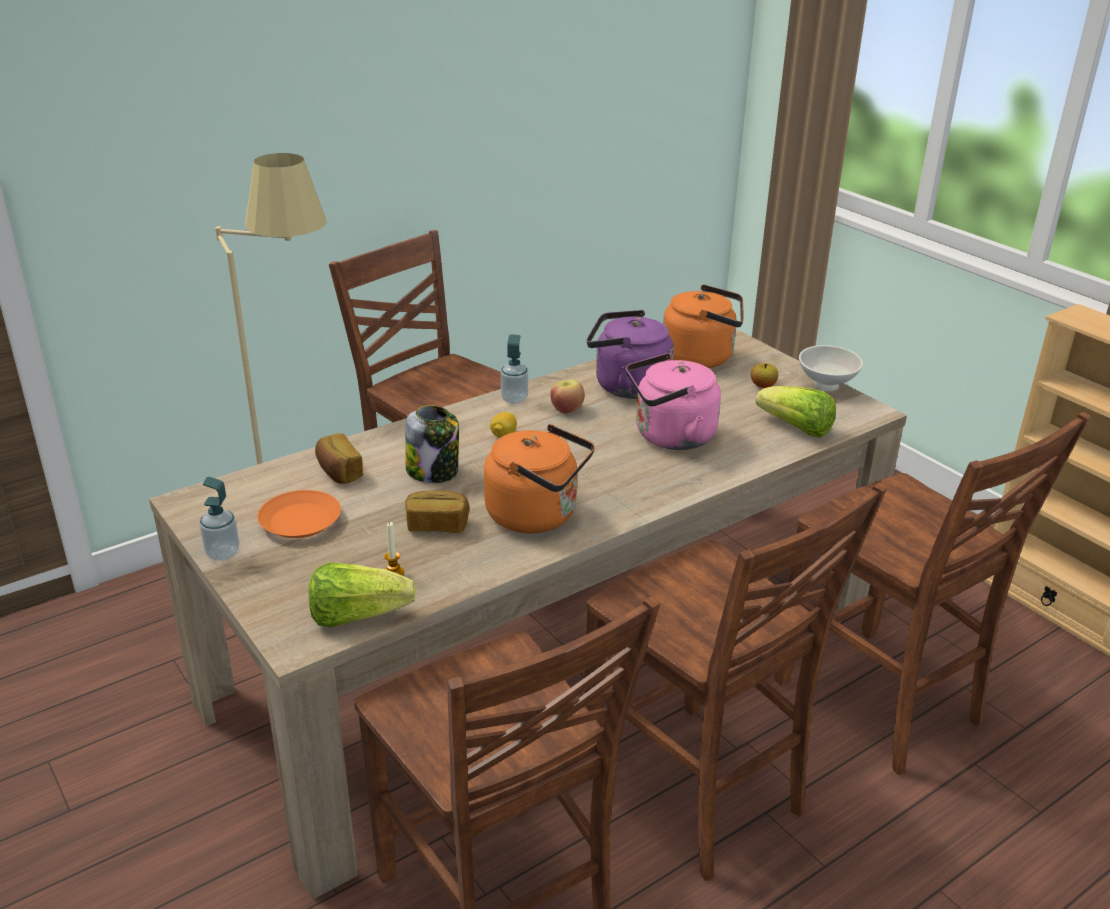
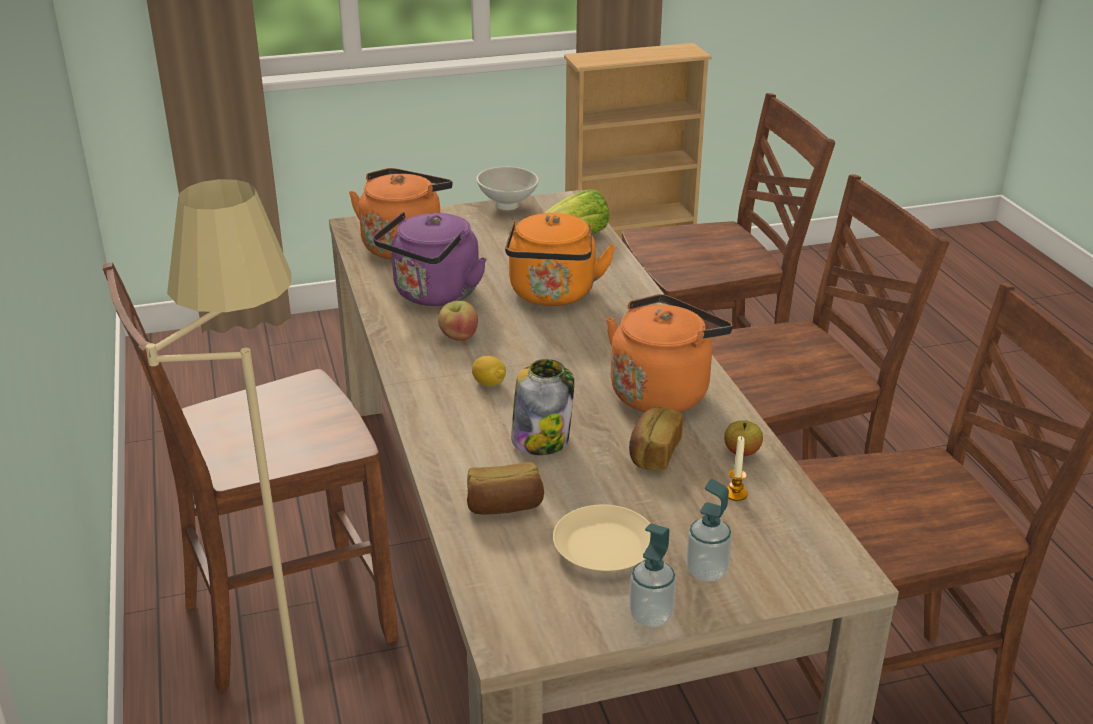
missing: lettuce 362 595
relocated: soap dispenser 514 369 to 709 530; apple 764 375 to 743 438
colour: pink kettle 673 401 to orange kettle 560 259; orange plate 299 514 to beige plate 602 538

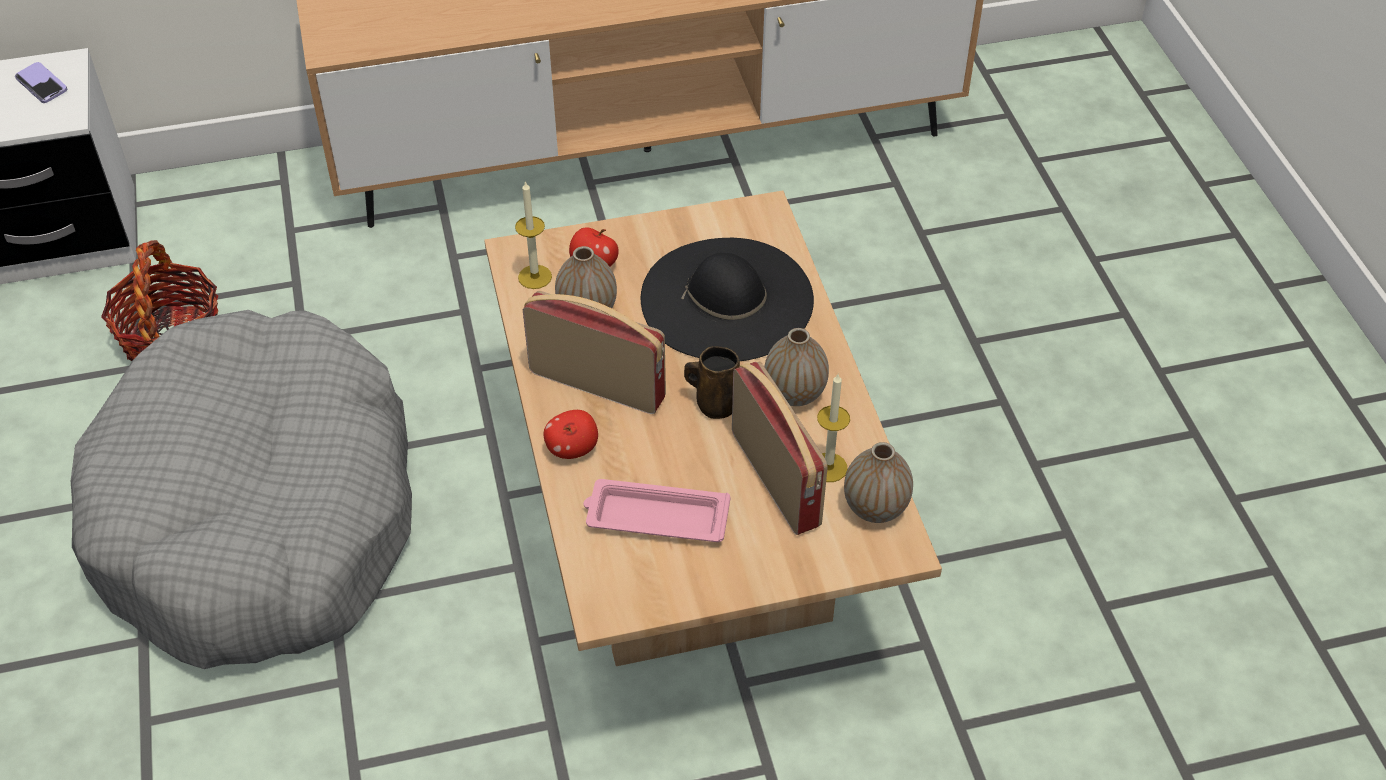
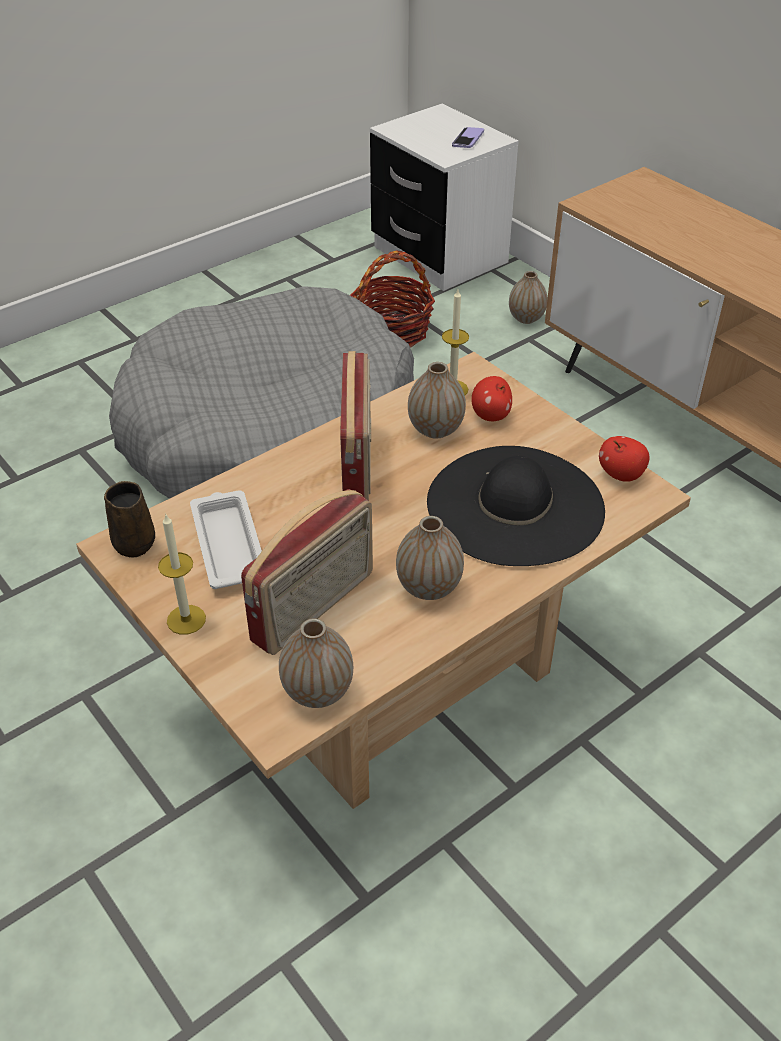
appeared: vase 528 297
relocated: brown mug 712 382 to 129 519; candle 833 428 to 182 575; apple 570 434 to 624 459
colour: pink tray 656 510 to white tray 226 539

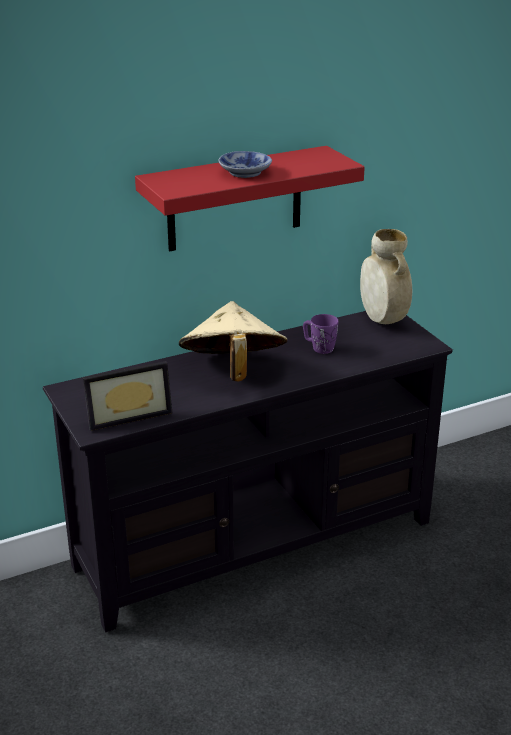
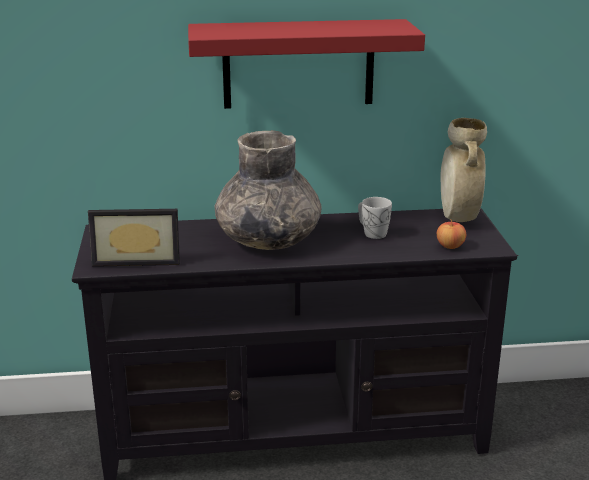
missing: bowl 245 164
appeared: apple 451 234
exchanged: beige hat 233 341 to grey vase 267 190
colour: purple mug 321 334 to white mug 375 218

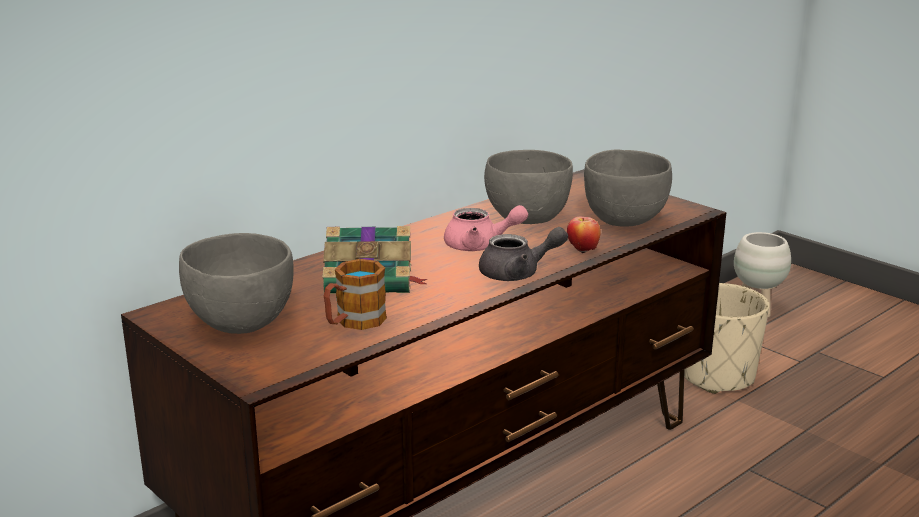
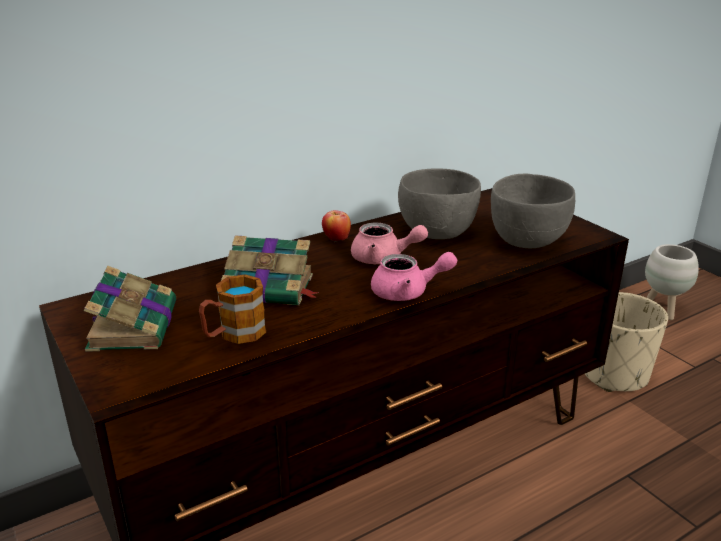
relocated: apple 584 234 to 336 226
exchanged: grey bowl 236 283 to book 130 309
colour: grey teapot 523 254 to pink teapot 414 276

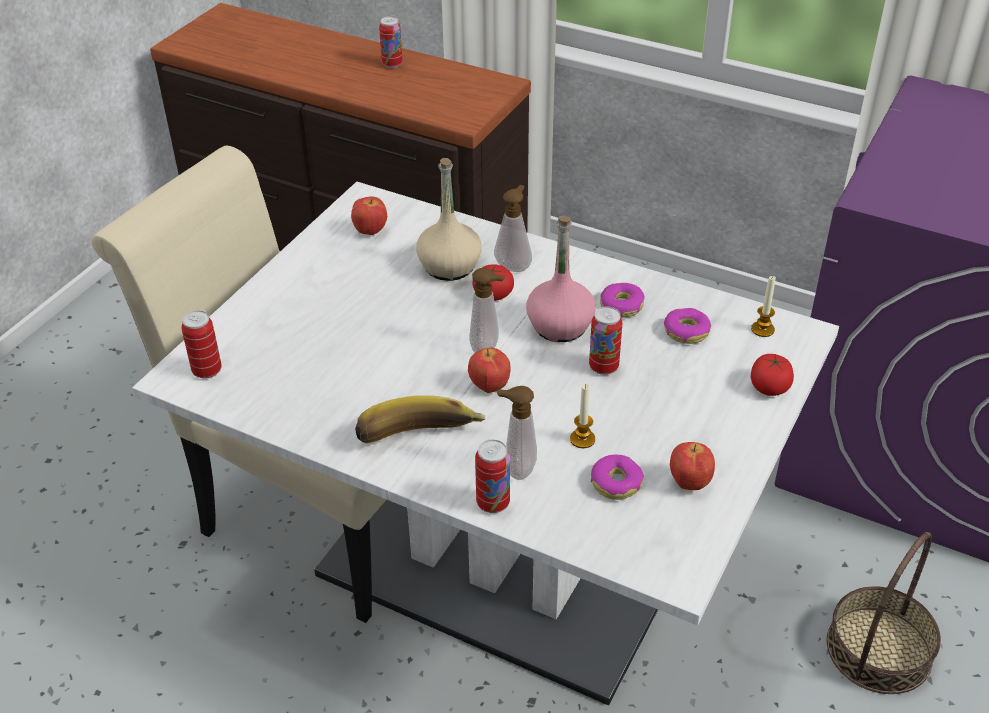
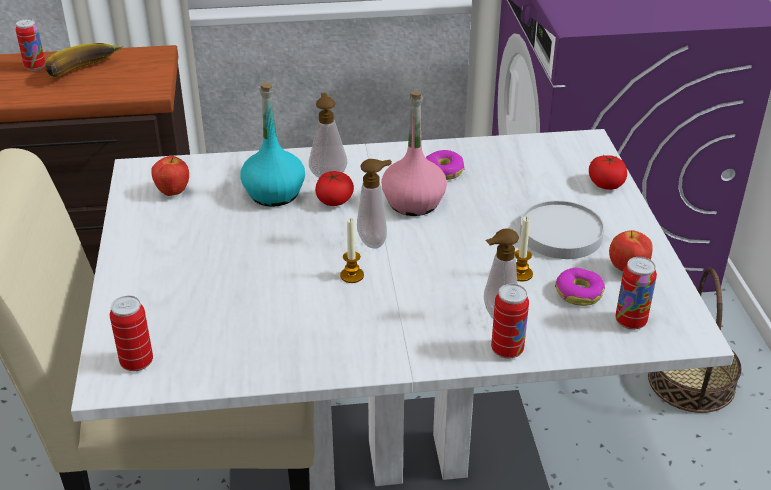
missing: donut 687 326; apple 489 370
appeared: white plate 562 230
relocated: candle 763 306 to 352 250; can 606 340 to 636 293; banana 420 419 to 83 60
colour: beige bottle 449 219 to turquoise bottle 272 144

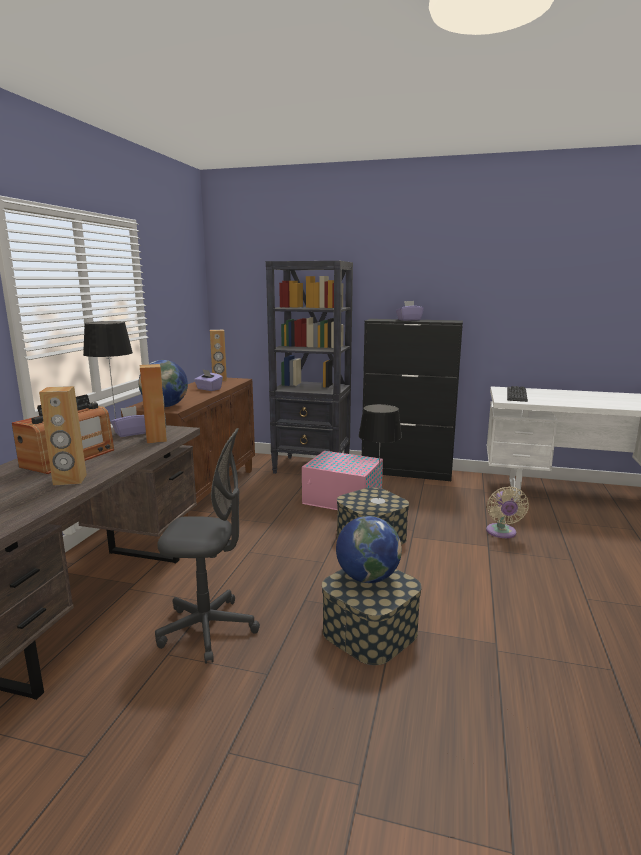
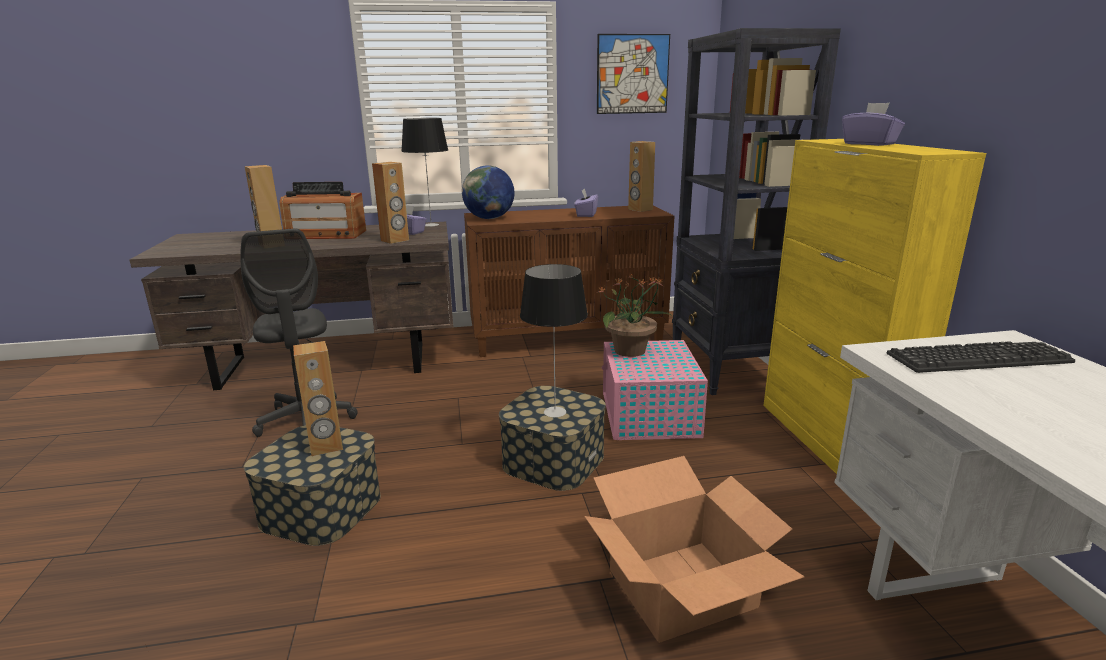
appeared: picture 633 74; potted plant 634 315
exchanged: beige fan 507 512 to cardboard box 694 549; globe 369 549 to brown speaker 318 398
colour: black cabinet 412 400 to yellow cabinet 875 306

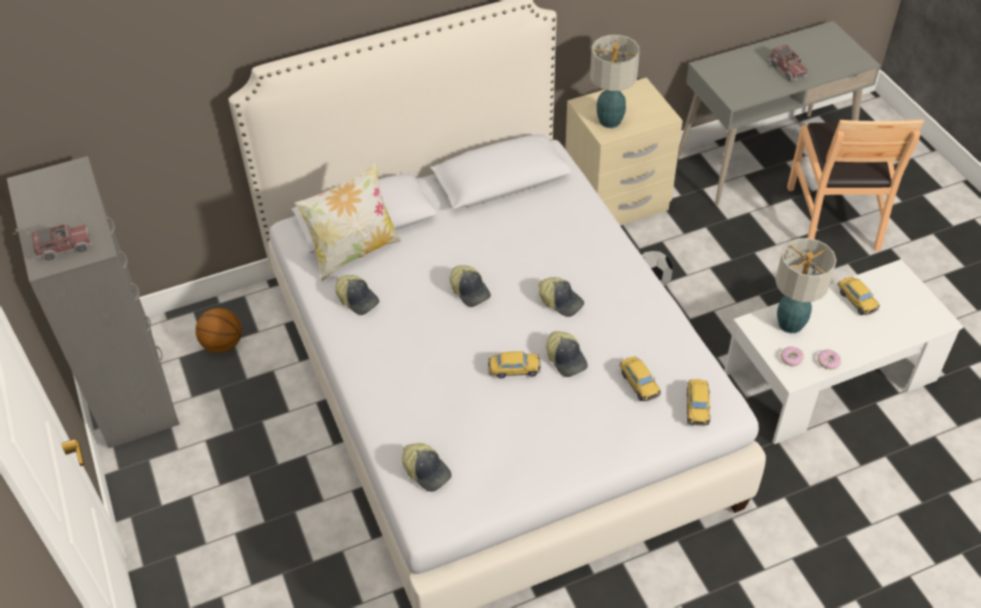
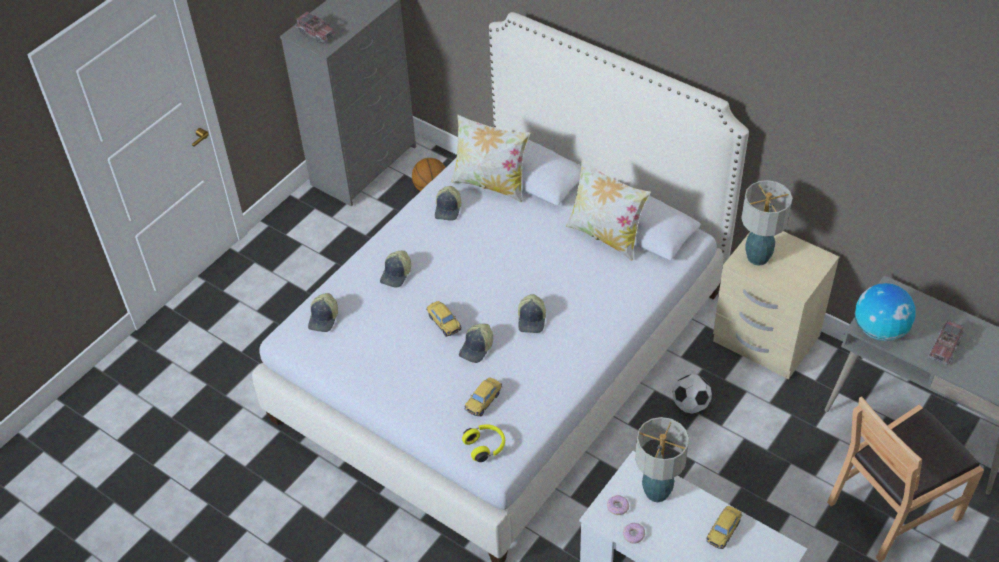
appeared: pillow 608 210; globe 885 312
relocated: cap 470 286 to 395 269
exchanged: toy car 699 402 to yellow headphones 483 443

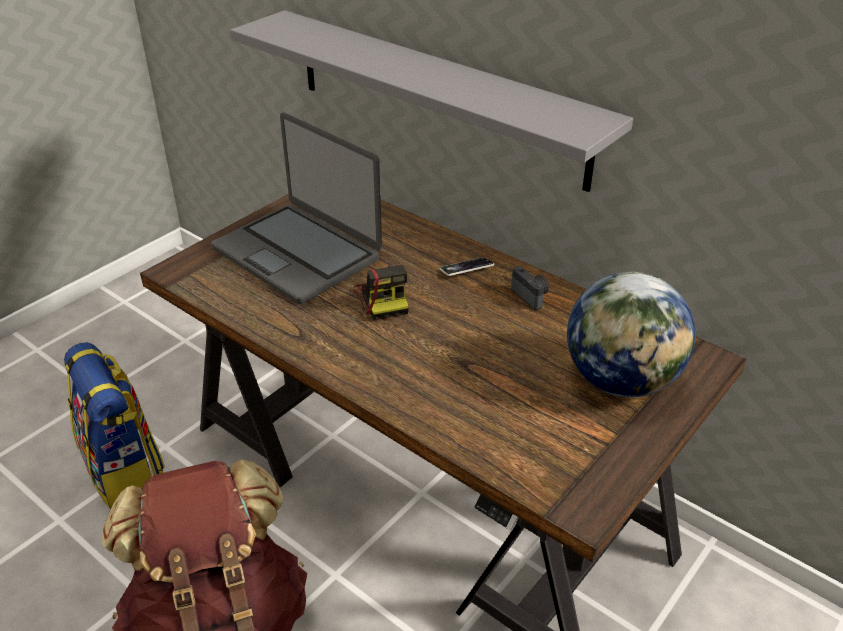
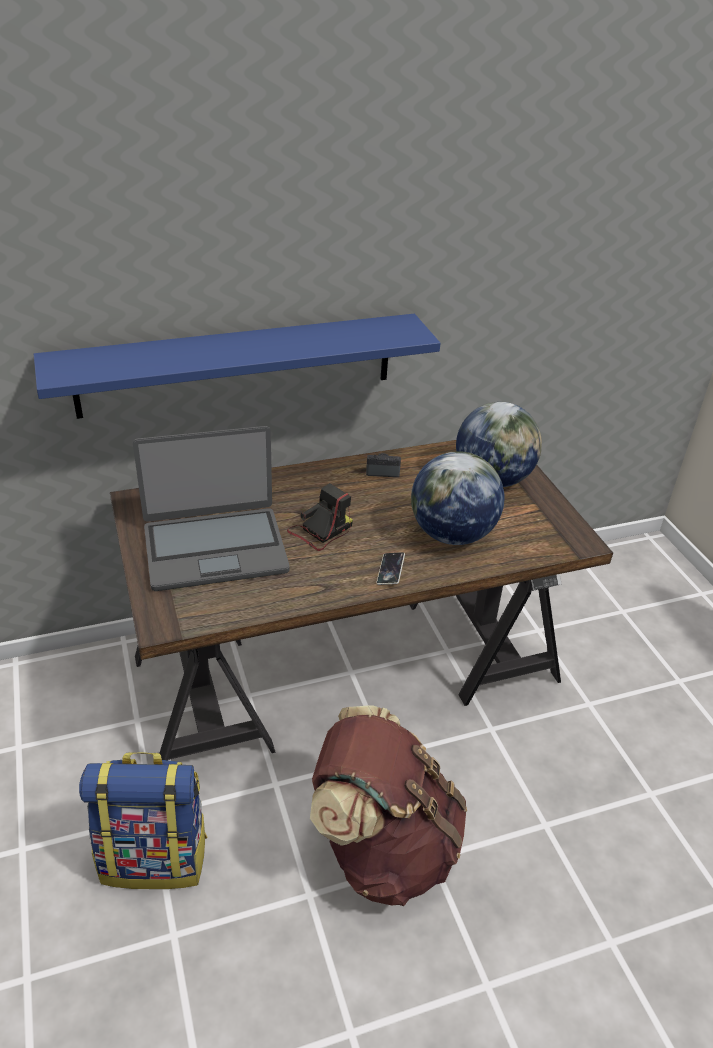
appeared: globe 458 498
relocated: phone 467 266 to 390 568
colour: grey shelf 431 101 to blue shelf 237 366
spun: photo camera 381 292 = 320 517 60 degrees counterclockwise

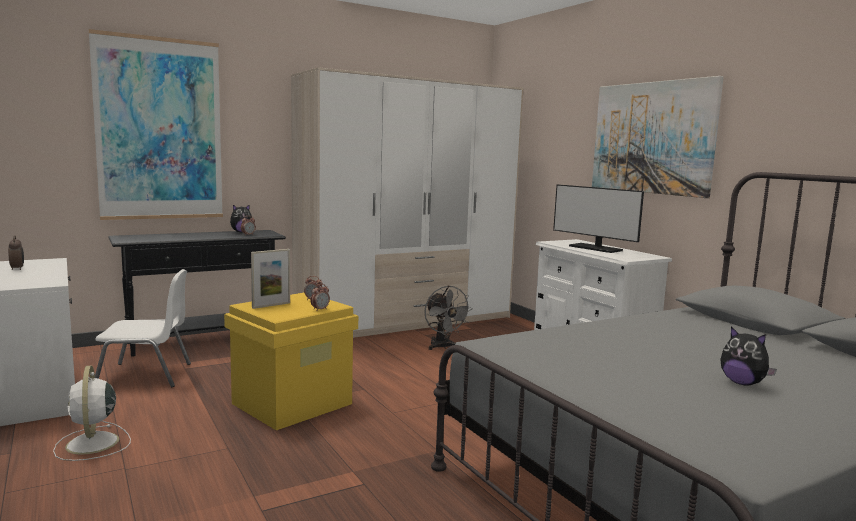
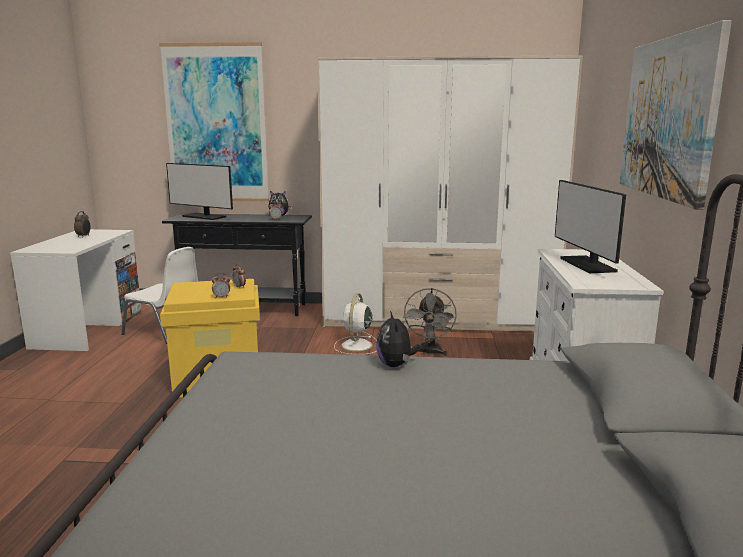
missing: picture frame 270 279
appeared: monitor 199 191
relocated: plush toy 748 356 to 398 339; white fan 92 413 to 355 324

